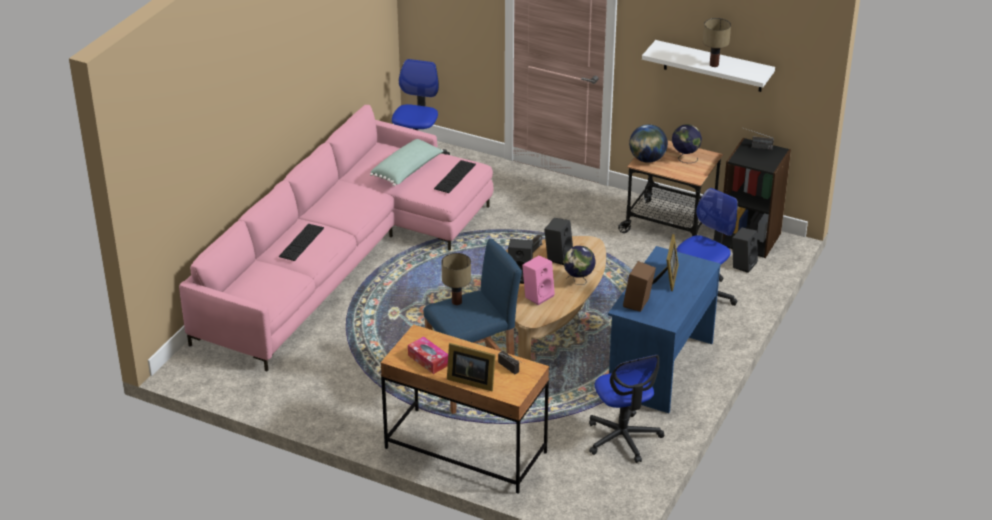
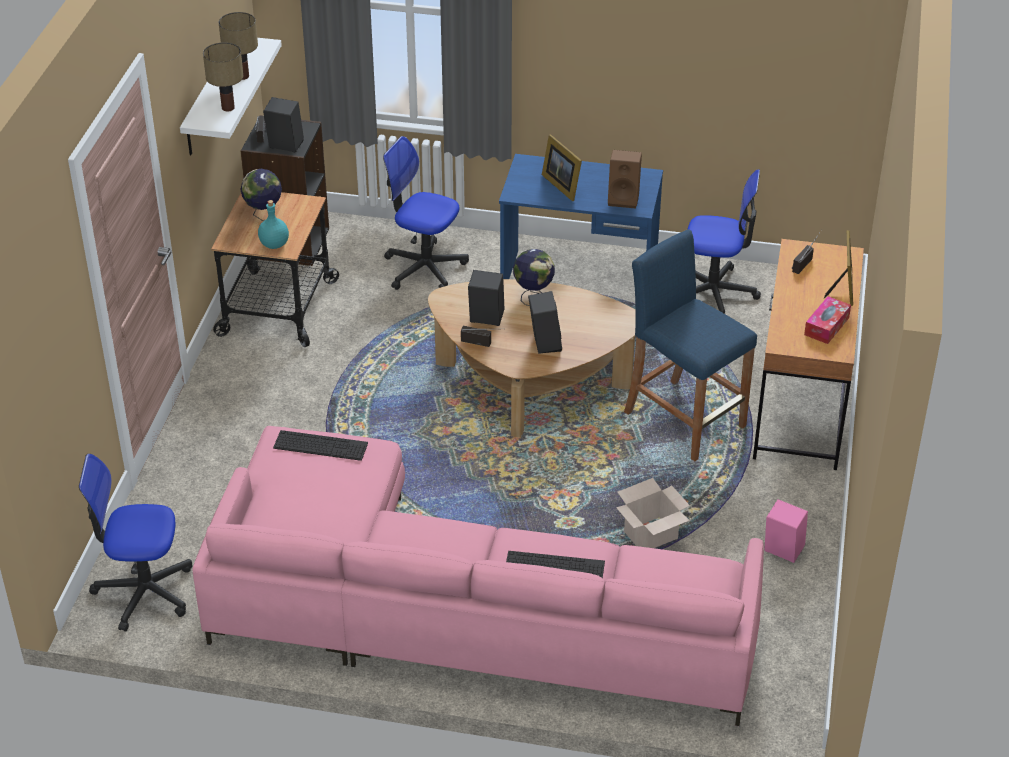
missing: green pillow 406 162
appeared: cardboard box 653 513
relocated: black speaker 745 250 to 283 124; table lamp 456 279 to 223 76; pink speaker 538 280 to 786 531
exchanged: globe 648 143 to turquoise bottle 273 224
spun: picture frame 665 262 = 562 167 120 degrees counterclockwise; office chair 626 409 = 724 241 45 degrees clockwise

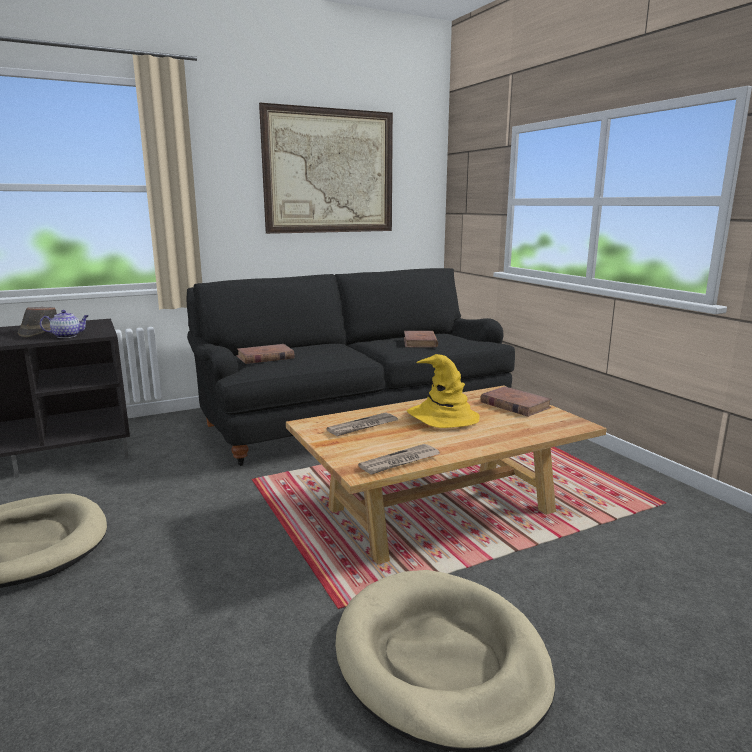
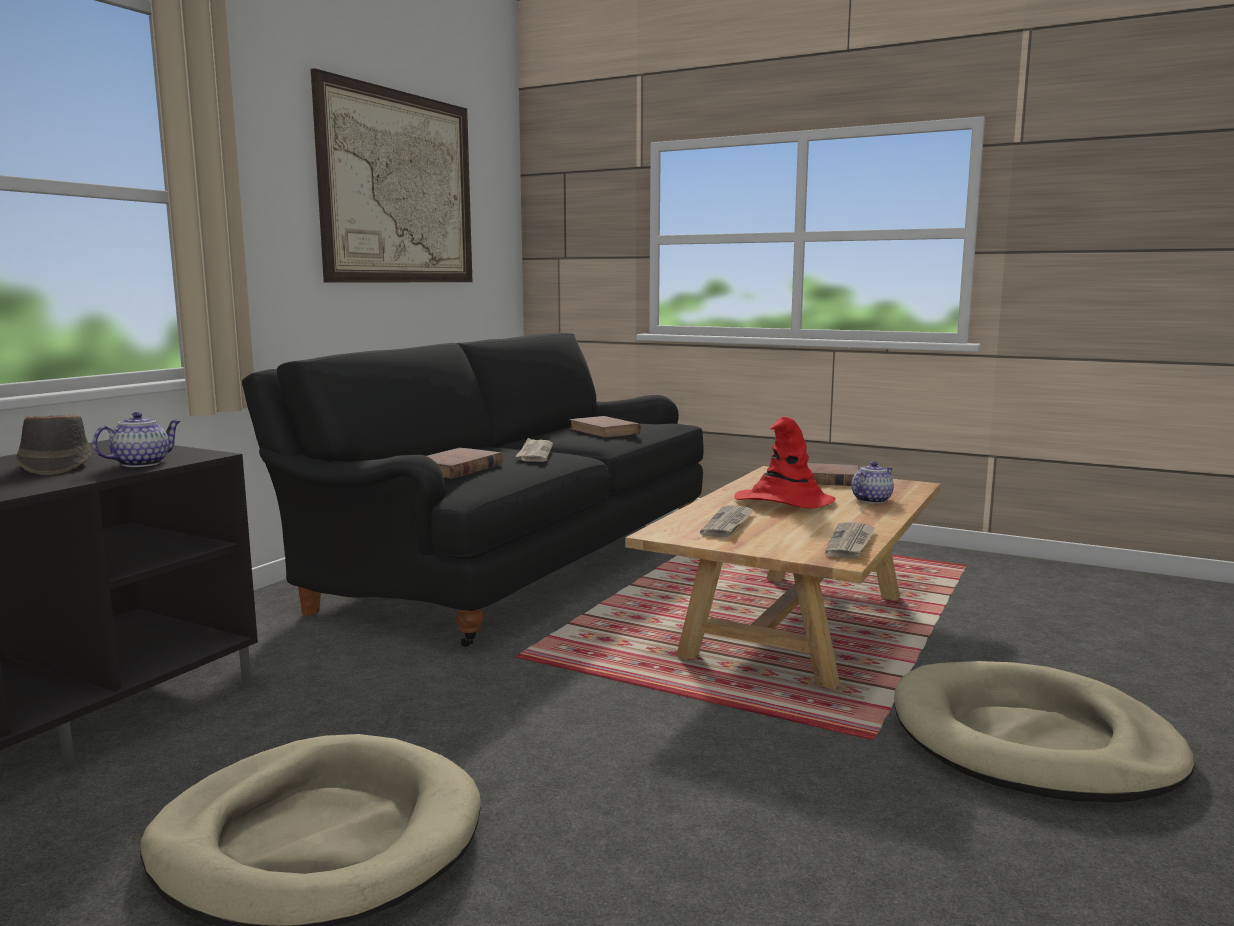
appeared: newspaper 534 450; teapot 873 482
colour: yellow hat 443 391 to red hat 785 462

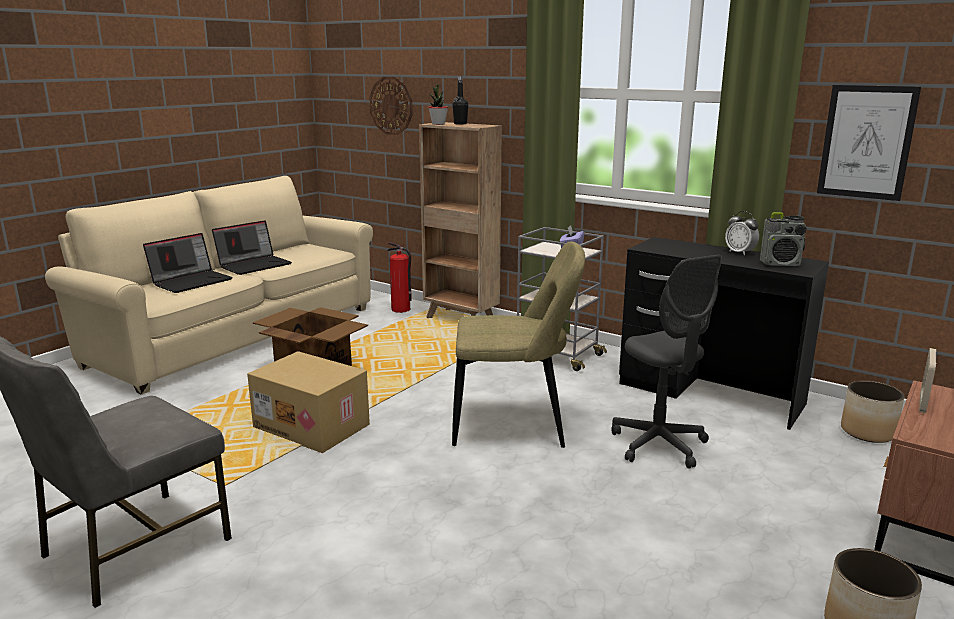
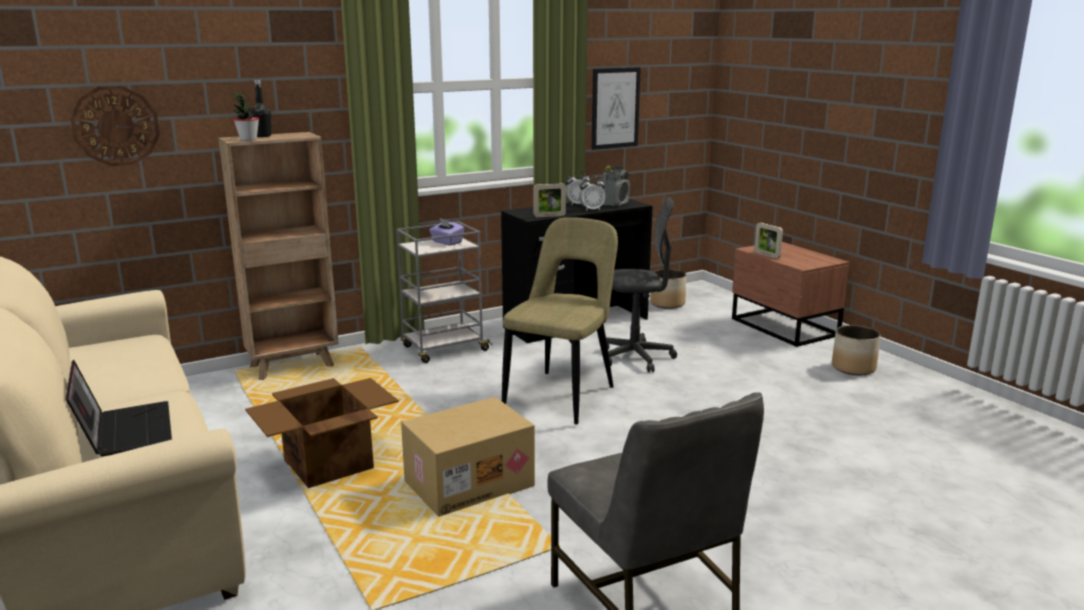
missing: laptop 252 247; fire extinguisher 399 277
appeared: alarm clock 592 193; picture frame 549 200

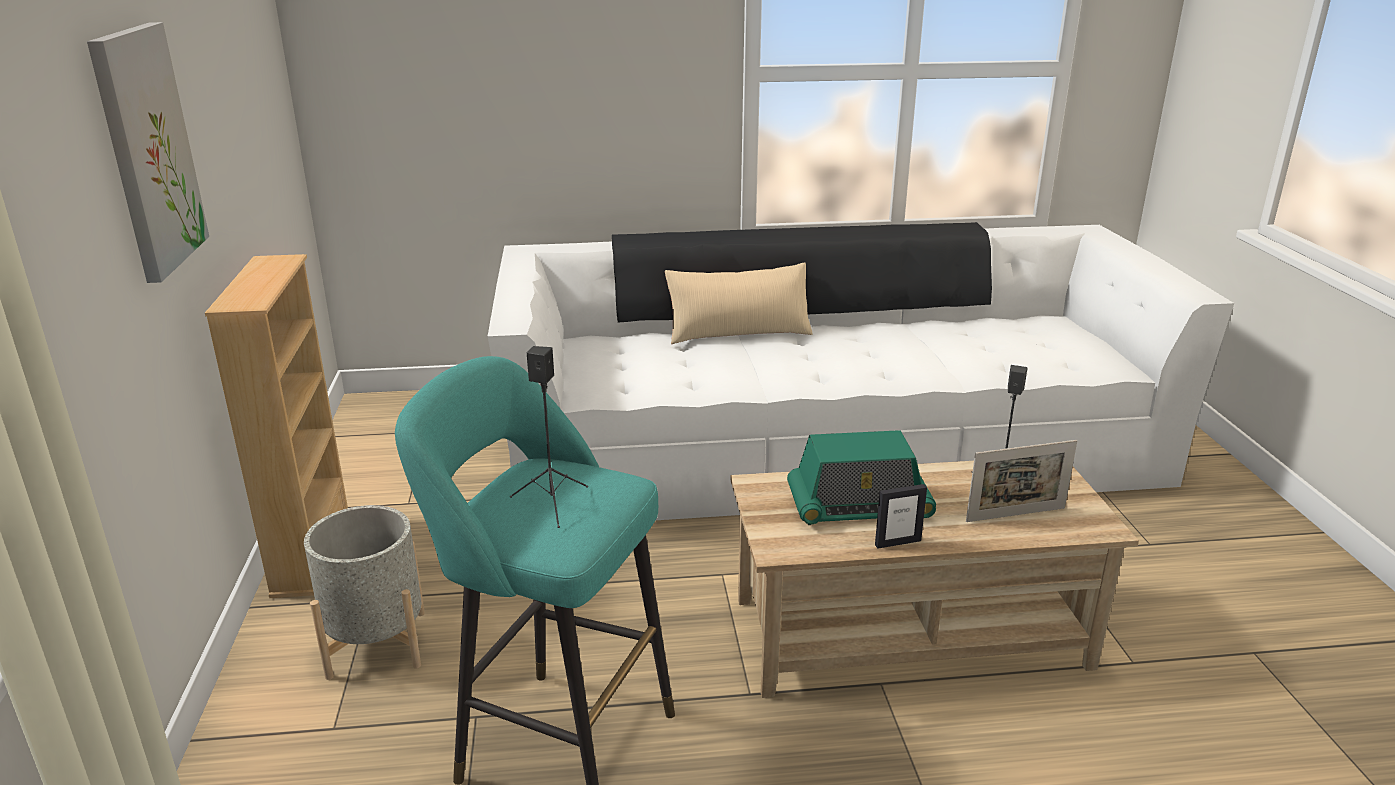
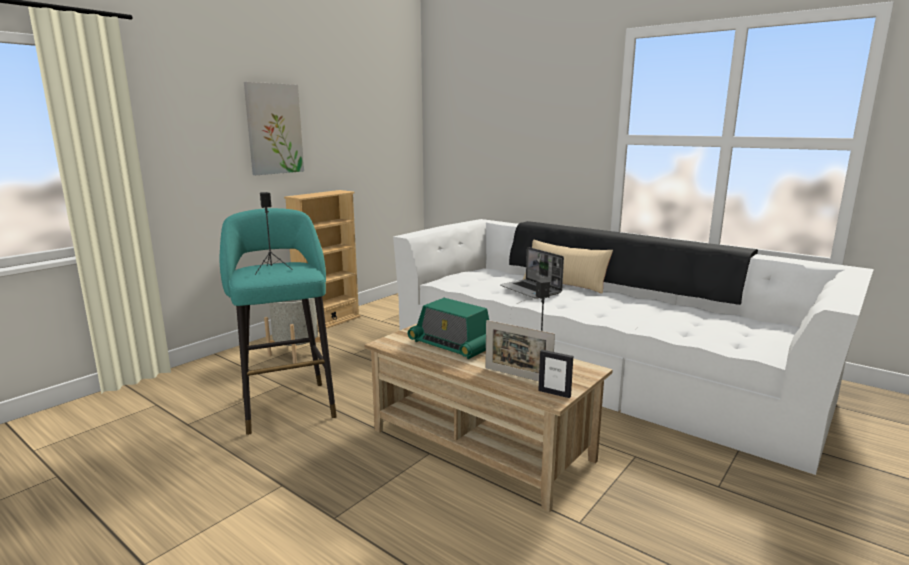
appeared: laptop 532 273
relocated: picture frame 901 516 to 555 374

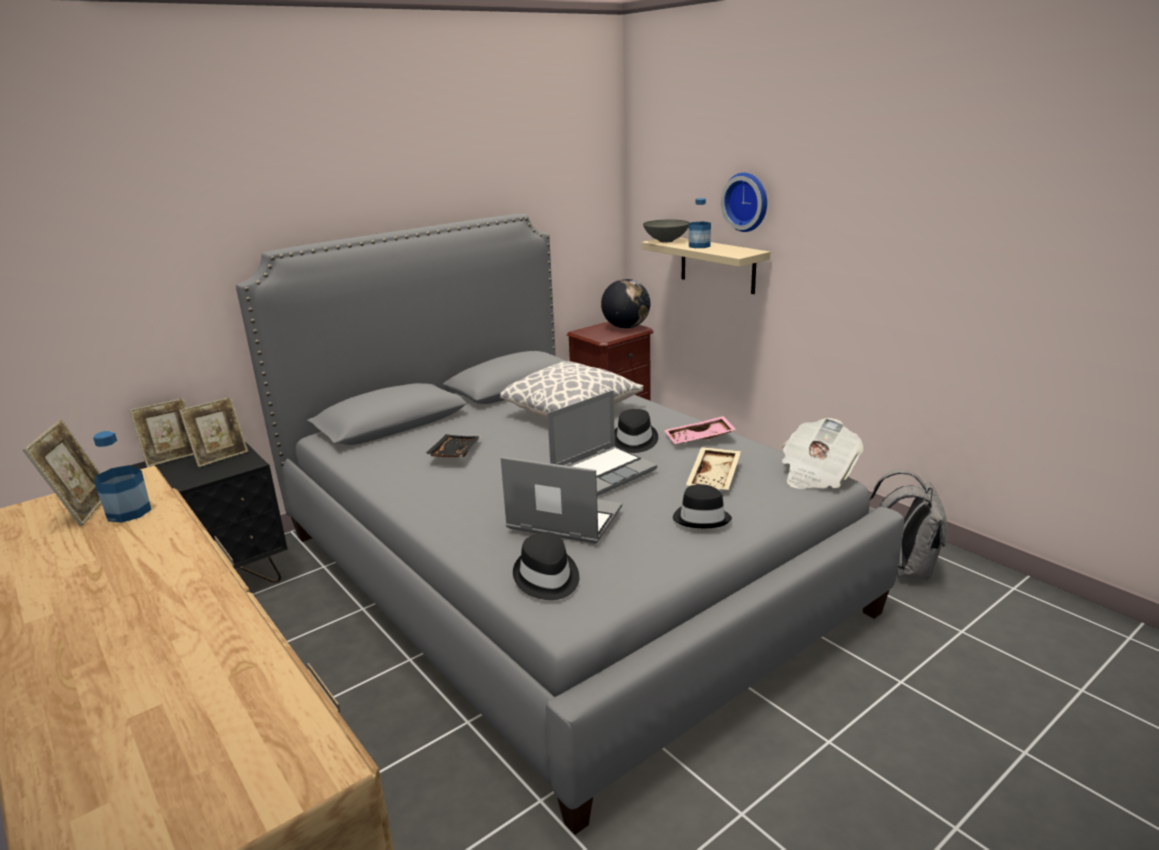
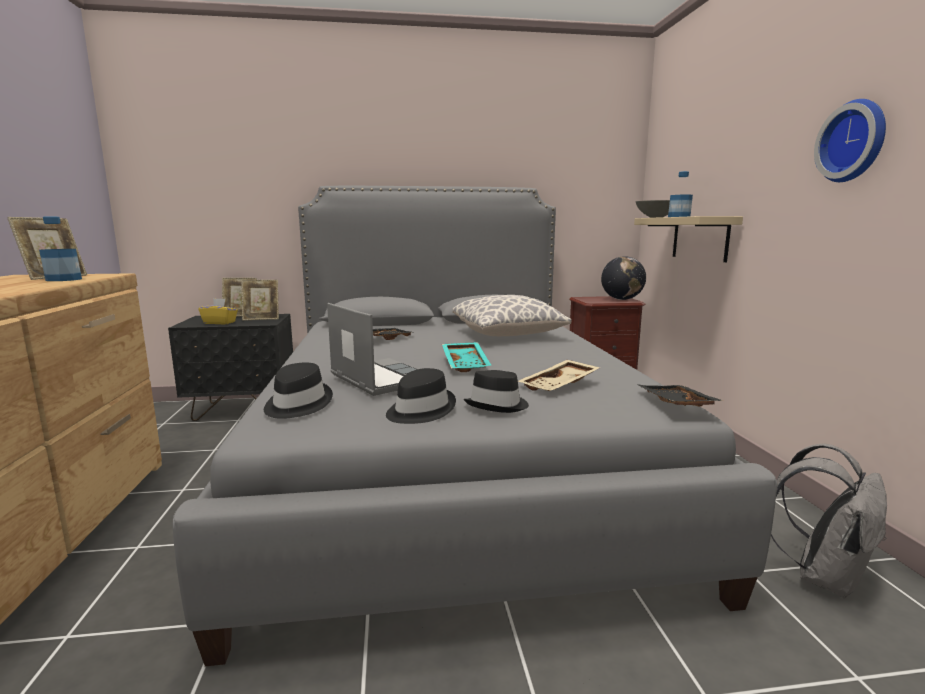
missing: pink tray 700 430
appeared: yellow tissue box 218 311
relocated: wall clock 744 202 to 850 140; black hat 636 431 to 421 396
exchanged: laptop 602 443 to turquoise tray 466 357; newspaper 822 453 to black tray 681 396

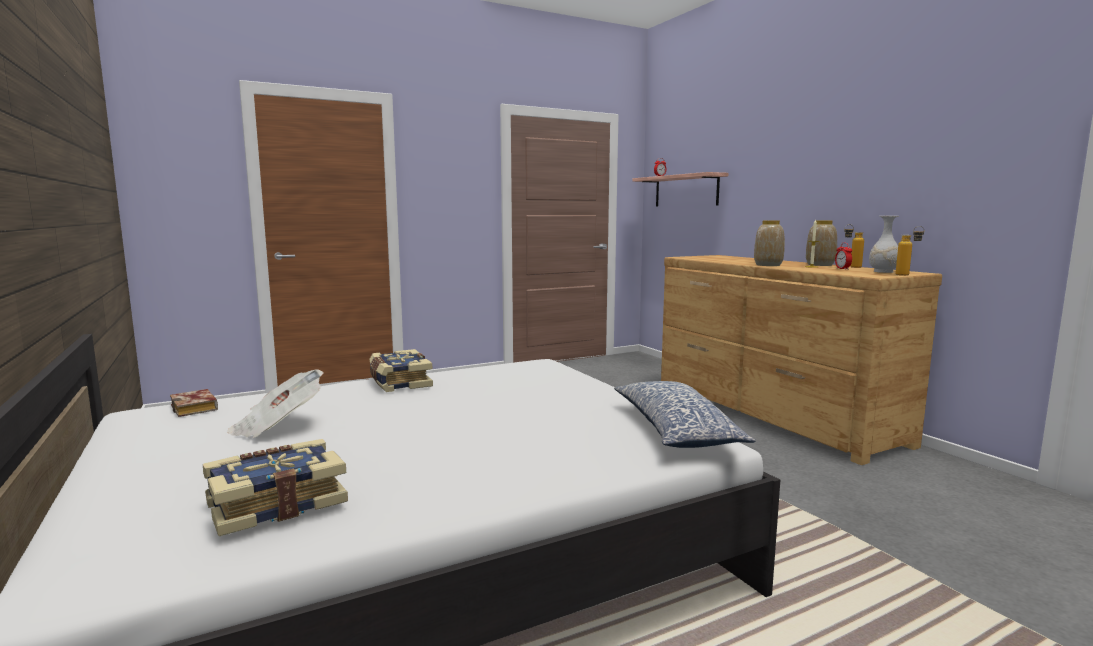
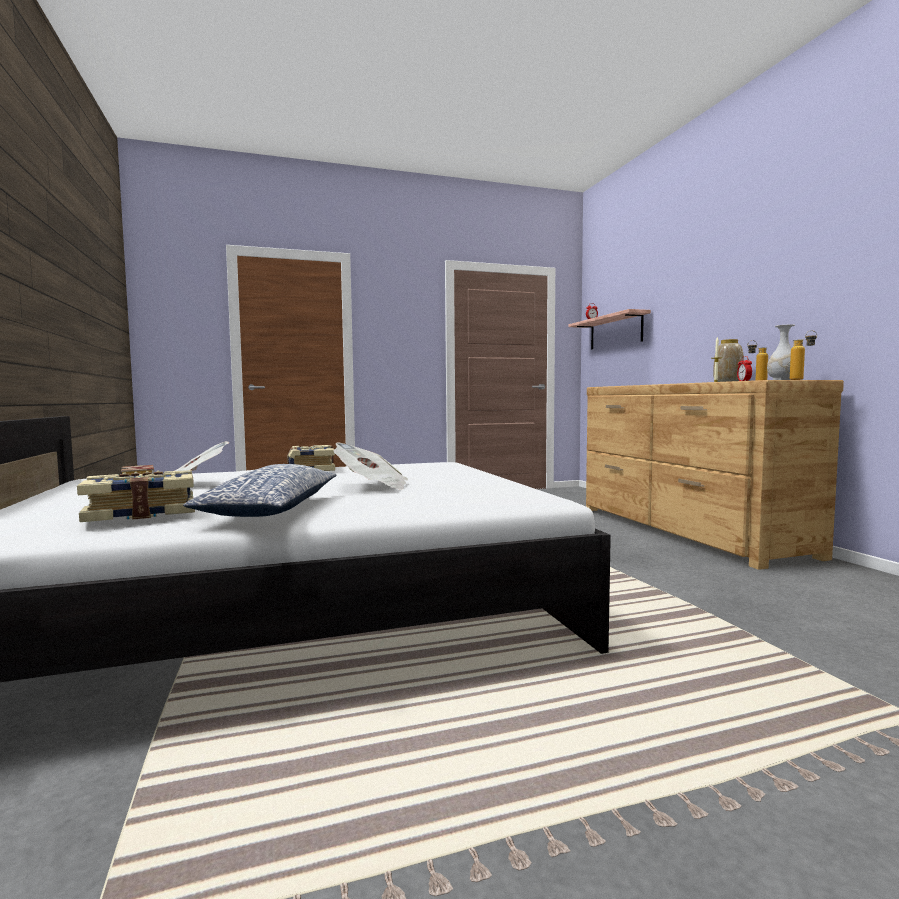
missing: vase 769 243
appeared: newspaper 370 466
relocated: pillow 684 414 to 260 490

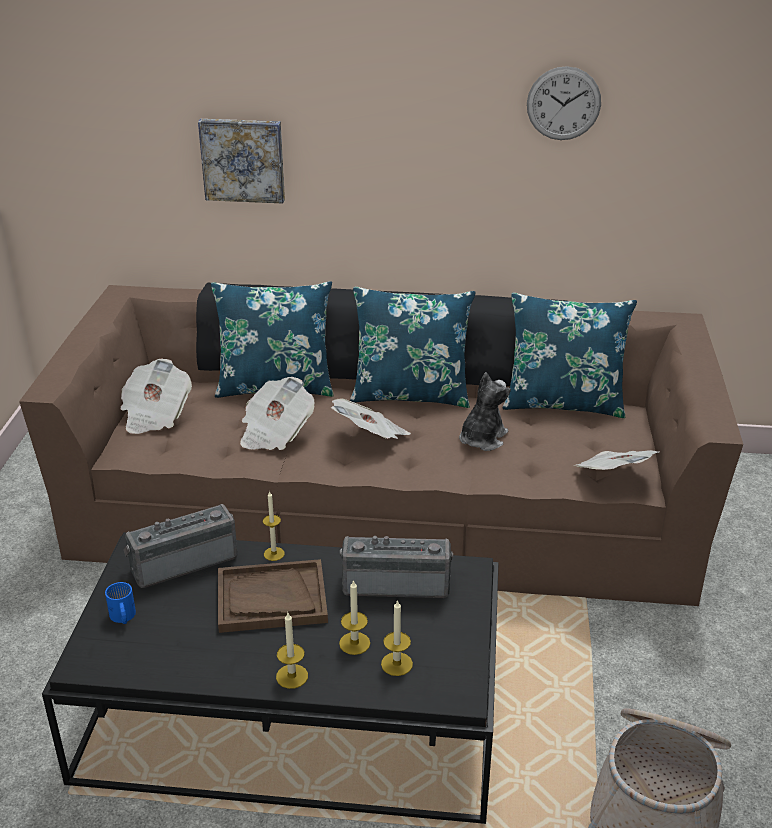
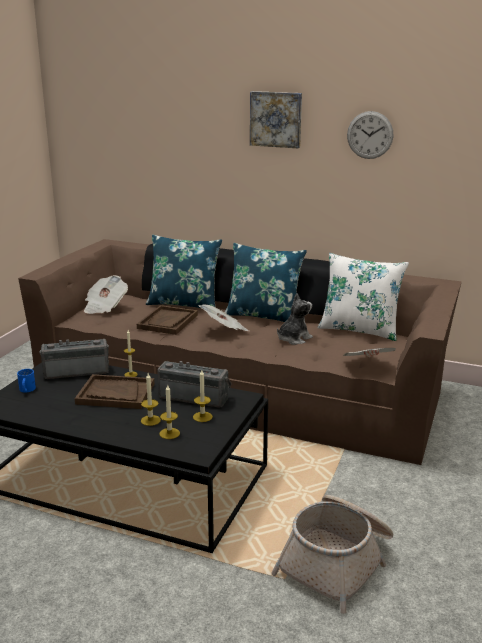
relocated: picture 241 161 to 276 119; candle 292 651 to 203 396
exchanged: newspaper 277 413 to brown tray 167 320
colour: blue pillow 570 355 to white pillow 363 297

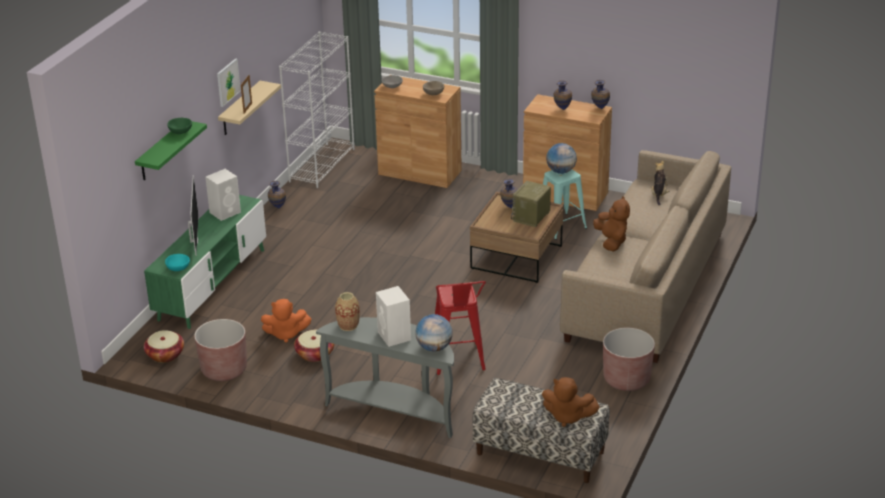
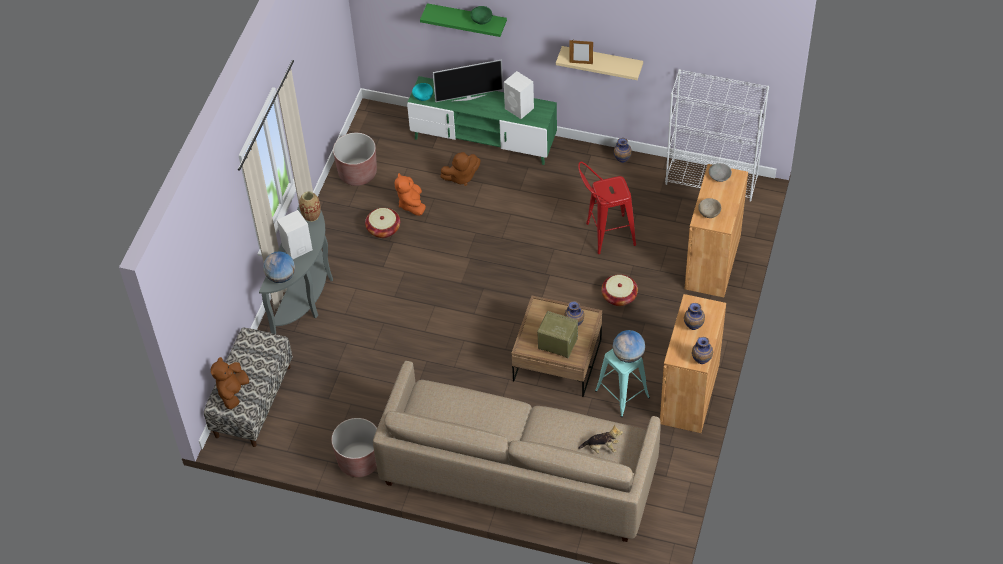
missing: picture 229 82
relocated: brown plush toy 611 224 to 460 169; red stool 460 328 to 607 208; basket 164 346 to 619 290

